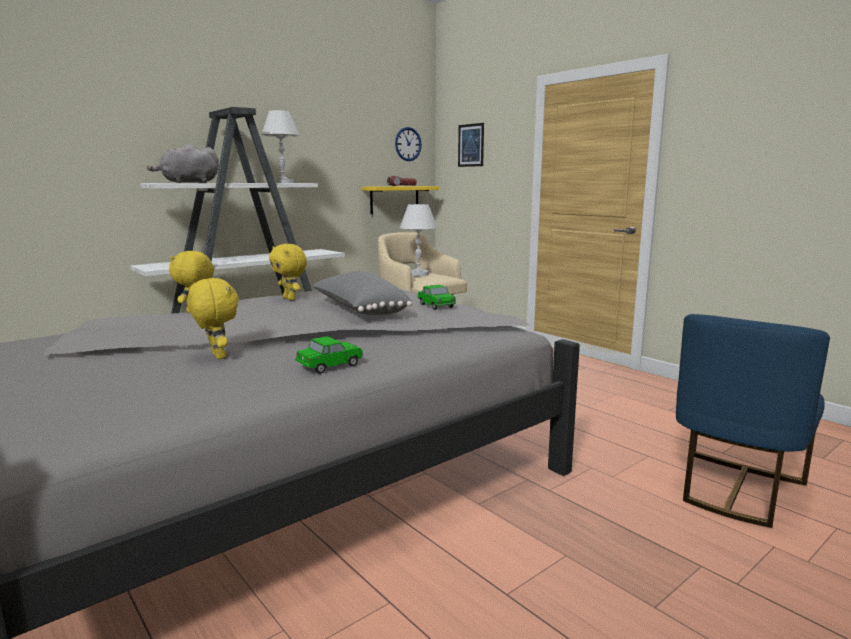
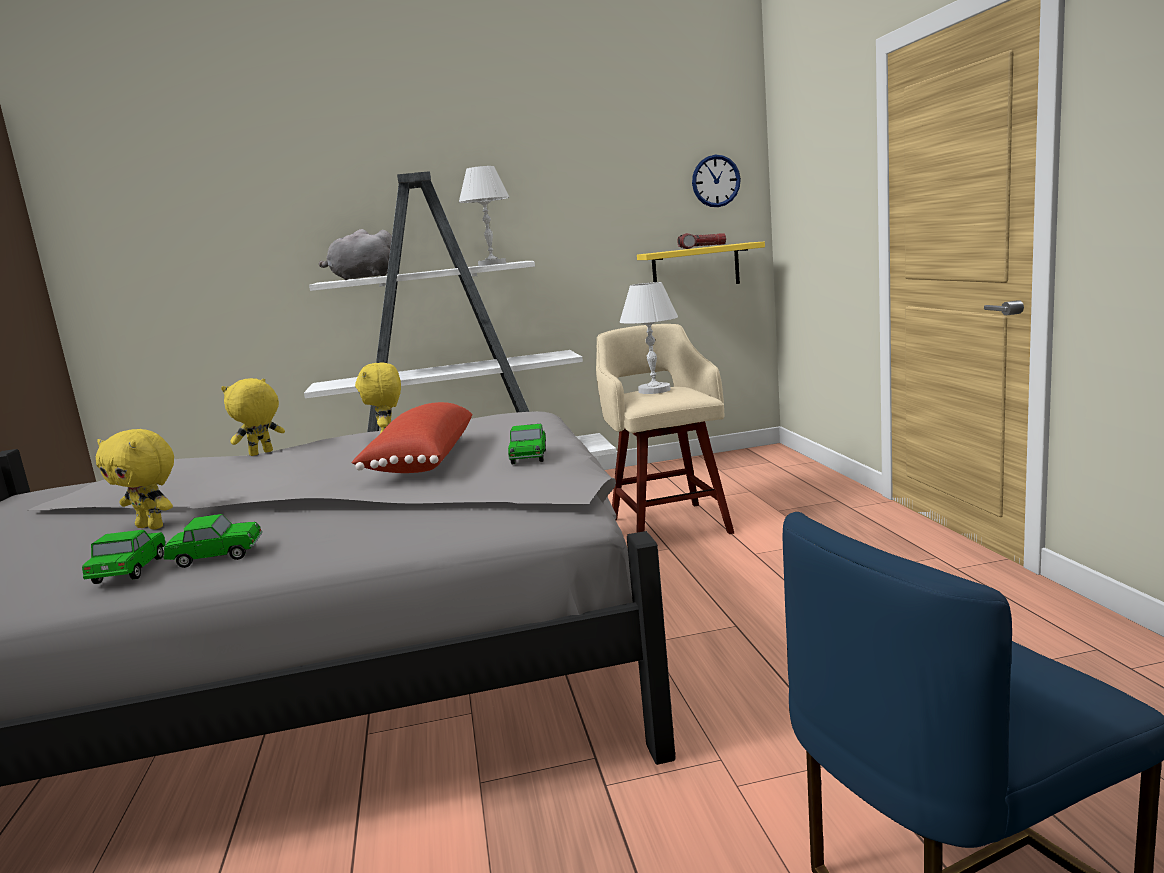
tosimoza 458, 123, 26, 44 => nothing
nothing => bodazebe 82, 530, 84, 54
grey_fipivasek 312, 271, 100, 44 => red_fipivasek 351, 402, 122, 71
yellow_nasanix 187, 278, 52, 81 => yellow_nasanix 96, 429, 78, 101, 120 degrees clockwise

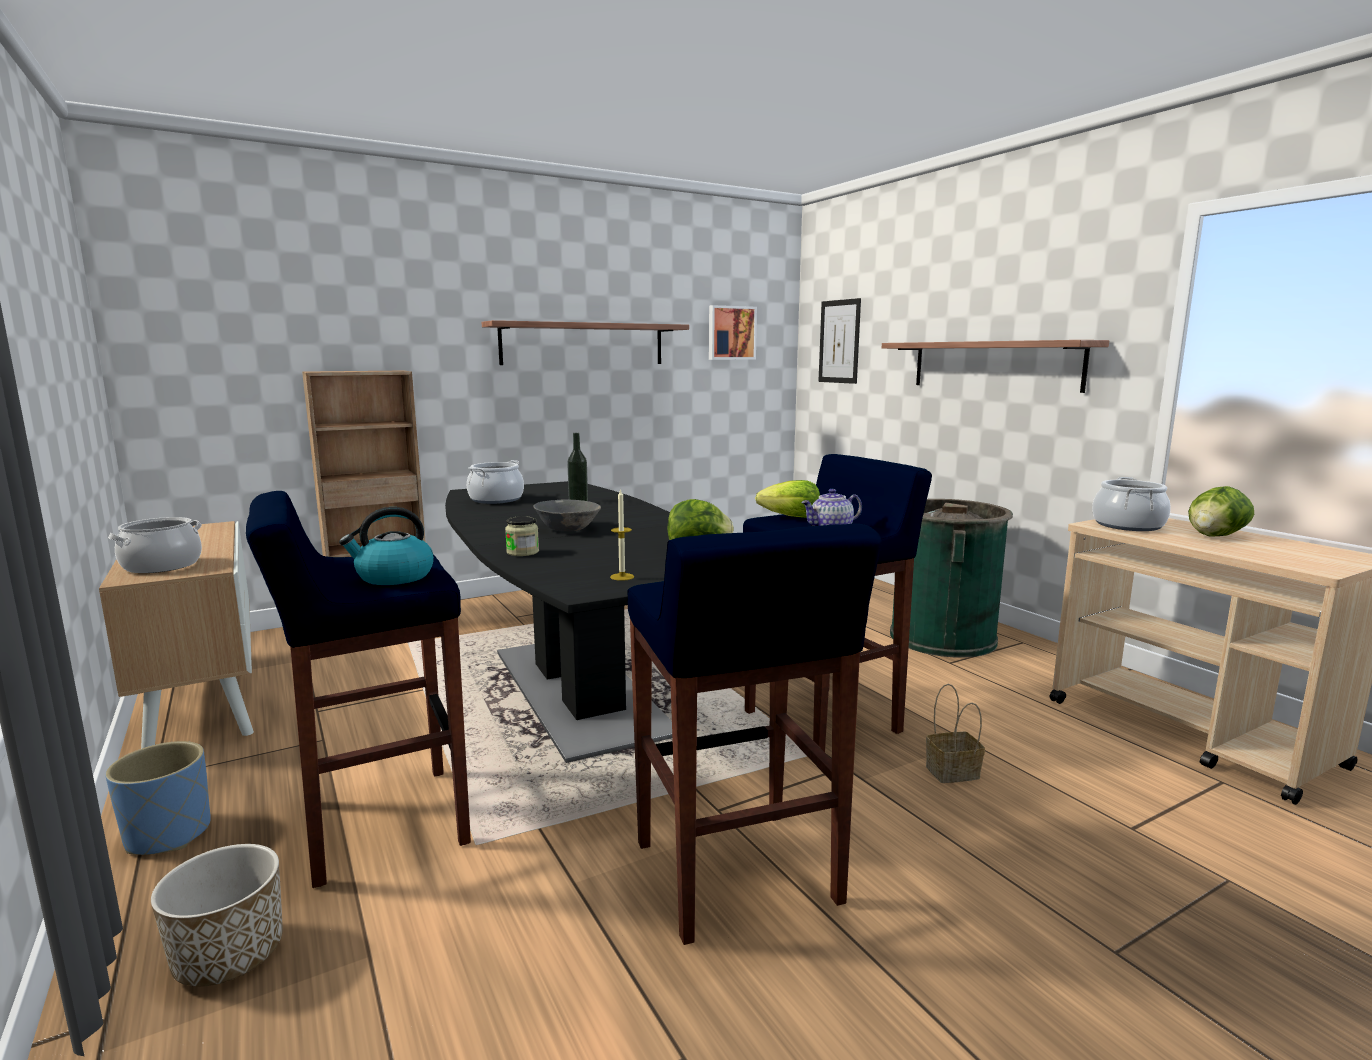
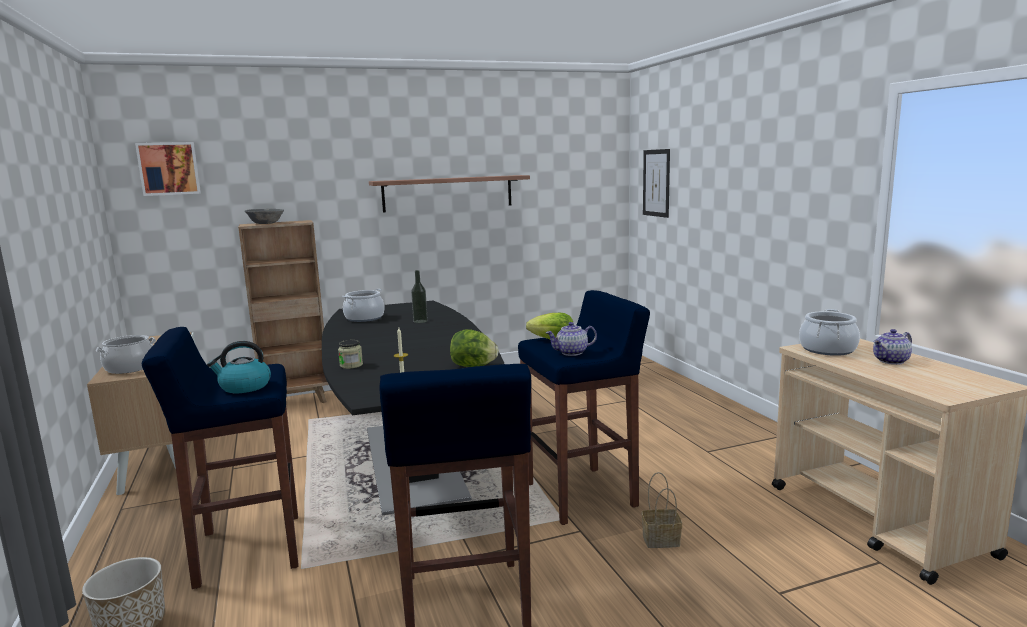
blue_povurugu 105, 741, 106, 114 => nothing
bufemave 882, 340, 227, 53 => nothing
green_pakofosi 890, 499, 123, 159 => nothing
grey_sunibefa 533, 500, 68, 31 => grey_sunibefa 245, 209, 39, 15, move
tosimoza 709, 305, 48, 55 => tosimoza 135, 142, 66, 54, move
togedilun 1188, 486, 66, 51 => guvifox 873, 329, 39, 36

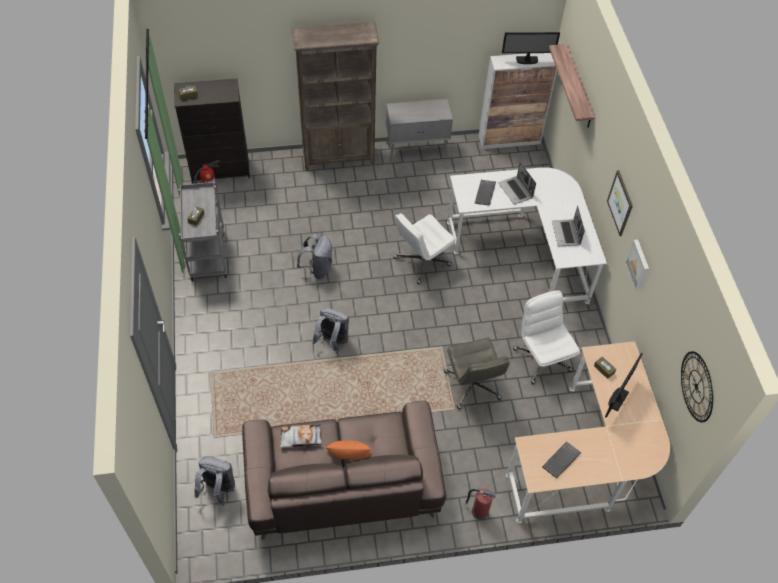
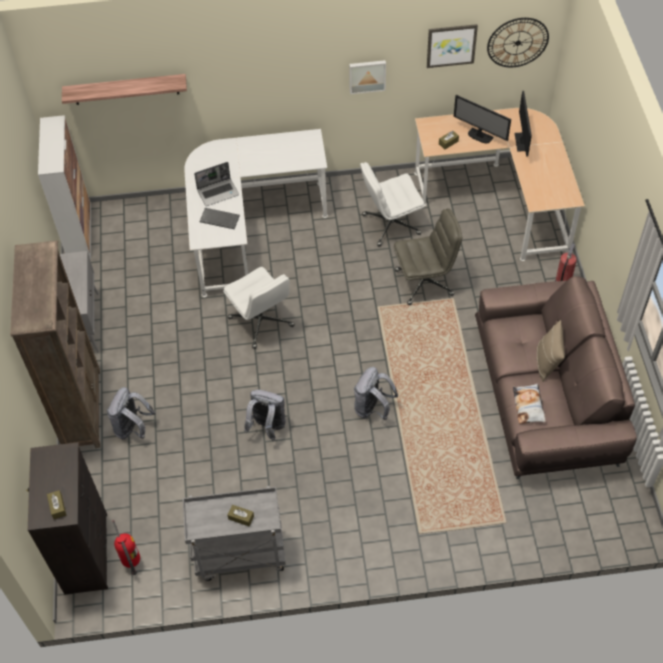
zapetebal 542, 442, 39, 37 => nothing
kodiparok 552, 206, 33, 40 => nothing
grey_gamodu 194, 457, 41, 49 => grey_gamodu 107, 387, 49, 52, move
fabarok 502, 32, 58, 32 => fabarok 515, 91, 17, 66, move
tosimoza 607, 170, 26, 66 => tosimoza 427, 24, 51, 44, move
orange_fipivasek 326, 441, 46, 19 => beige_fipivasek 537, 320, 28, 62

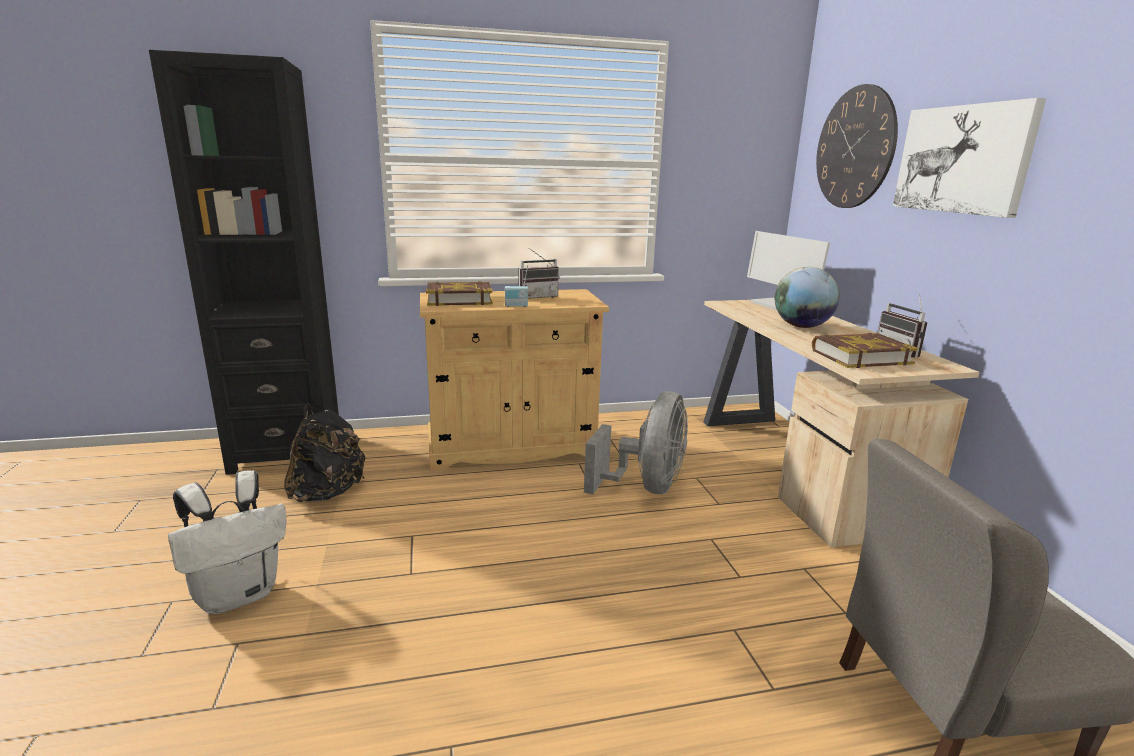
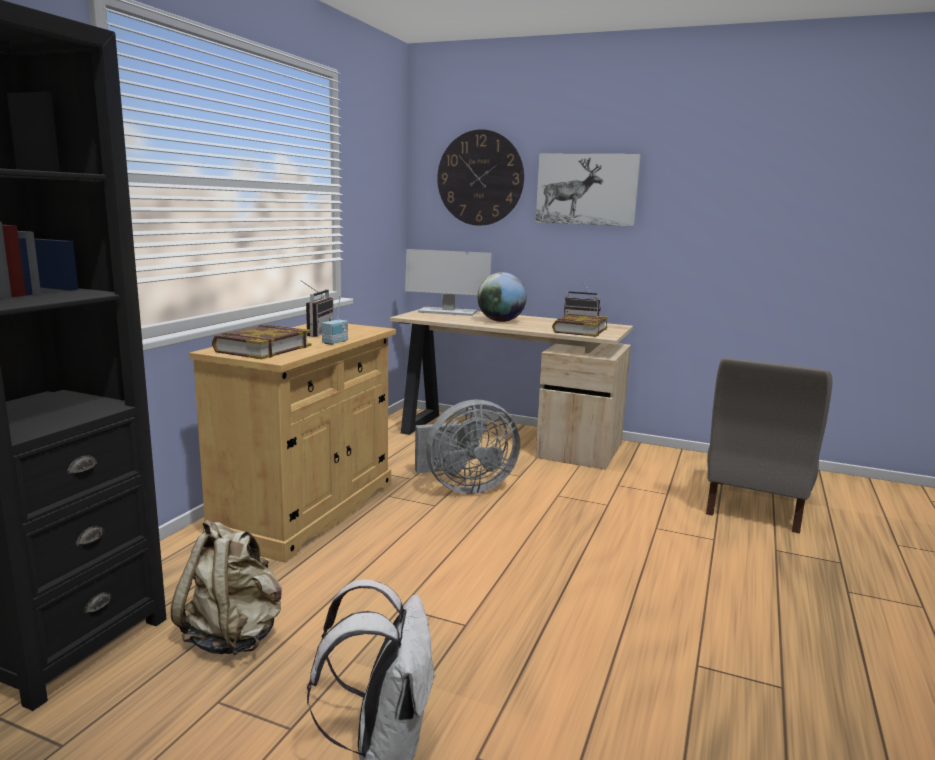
black_gamodu 284, 404, 81, 98 => beige_gamodu 171, 519, 111, 136
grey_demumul 584, 391, 104, 103 => grey_demumul 415, 400, 105, 94, 105 degrees clockwise

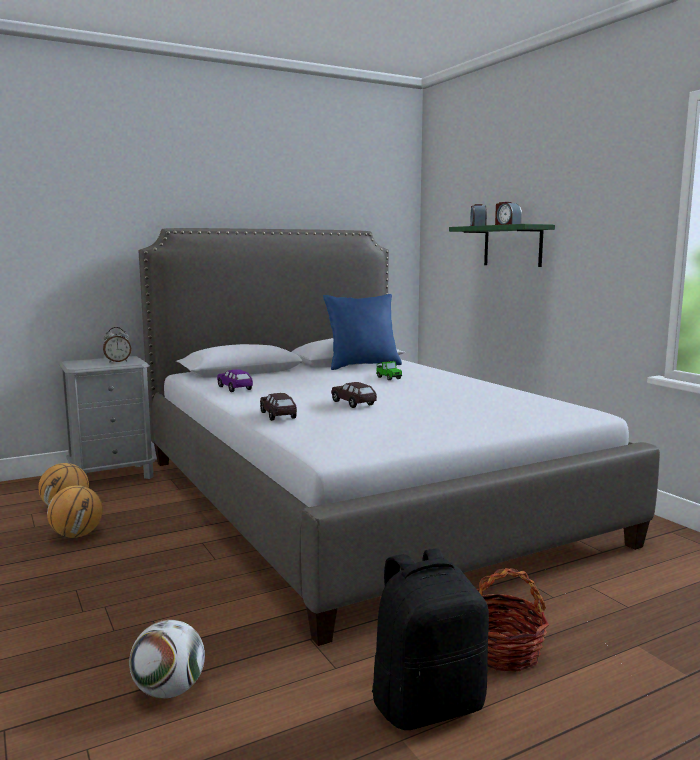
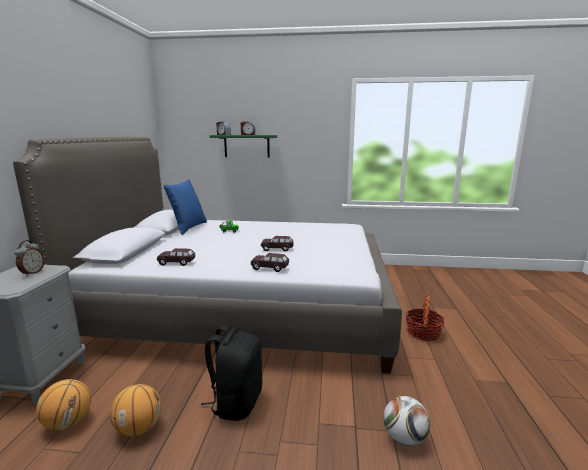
black_gamodu 372, 548, 117, 182 => black_gamodu 201, 325, 61, 96, move
purple_bodazebe 217, 369, 36, 23 => brown_bodazebe 157, 248, 38, 18

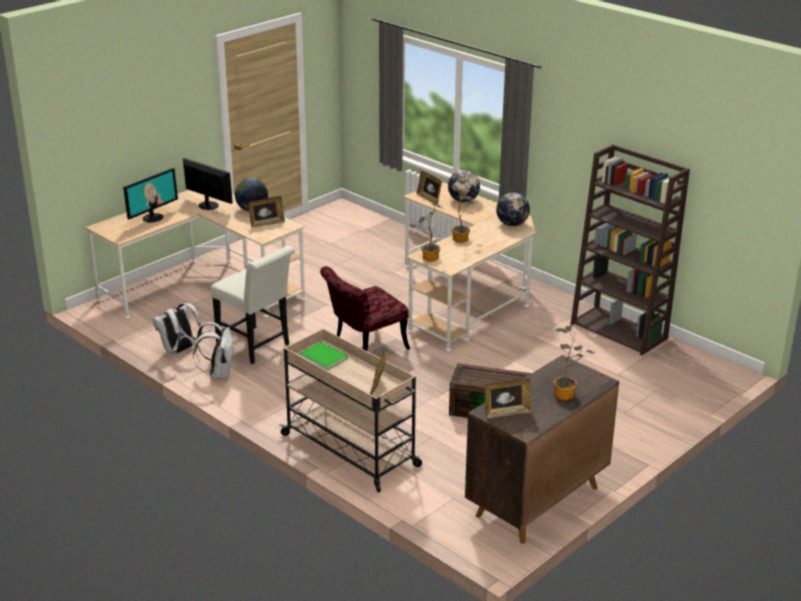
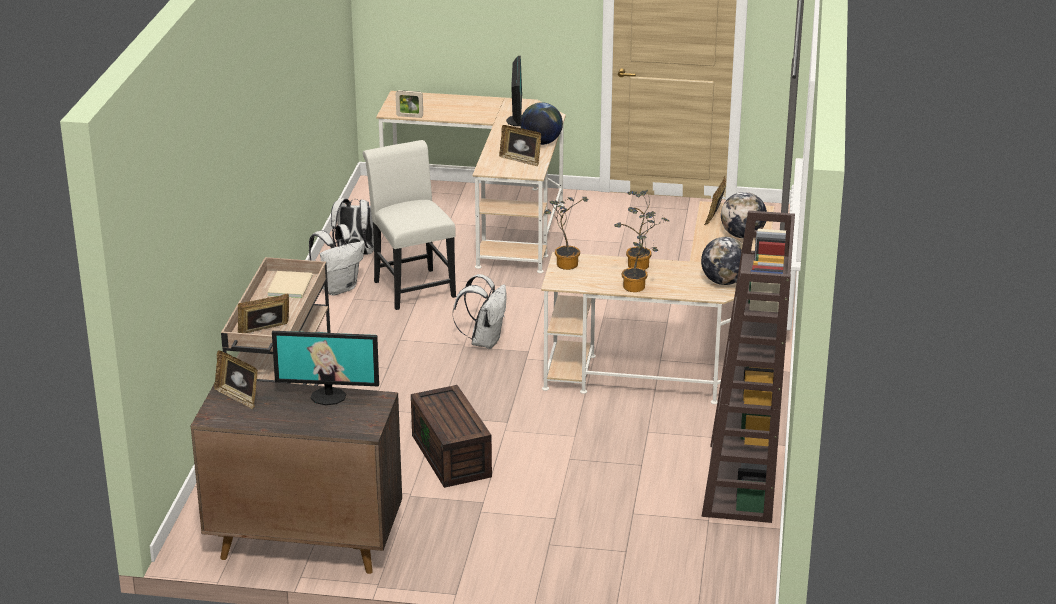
nothing => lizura 396, 90, 27, 28
fabarok 123, 168, 55, 54 => fabarok 272, 331, 107, 74, move
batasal 553, 325, 42, 75 => batasal 614, 209, 45, 83, move
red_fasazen 320, 266, 90, 85 => white_gamodu 453, 274, 53, 75
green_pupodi 300, 342, 48, 28 => beige_pupodi 267, 271, 46, 27
white_fasazen 210, 245, 85, 119 => white_fasazen 363, 140, 93, 170, 150 degrees clockwise

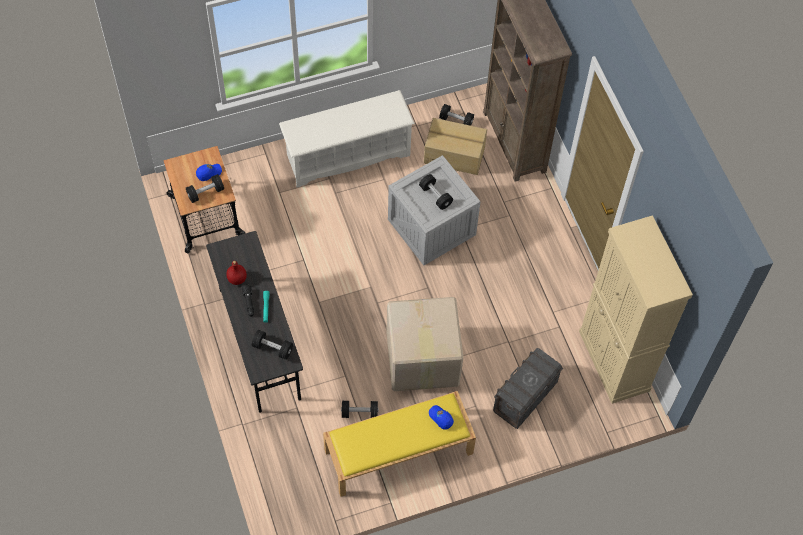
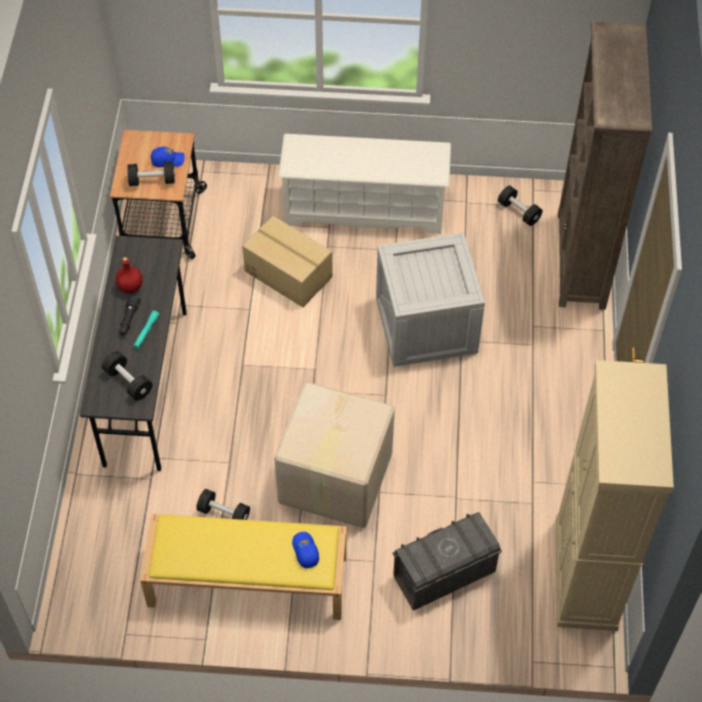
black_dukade 419, 174, 34, 36 => nothing
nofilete 424, 118, 63, 57 => nofilete 242, 216, 91, 91, move

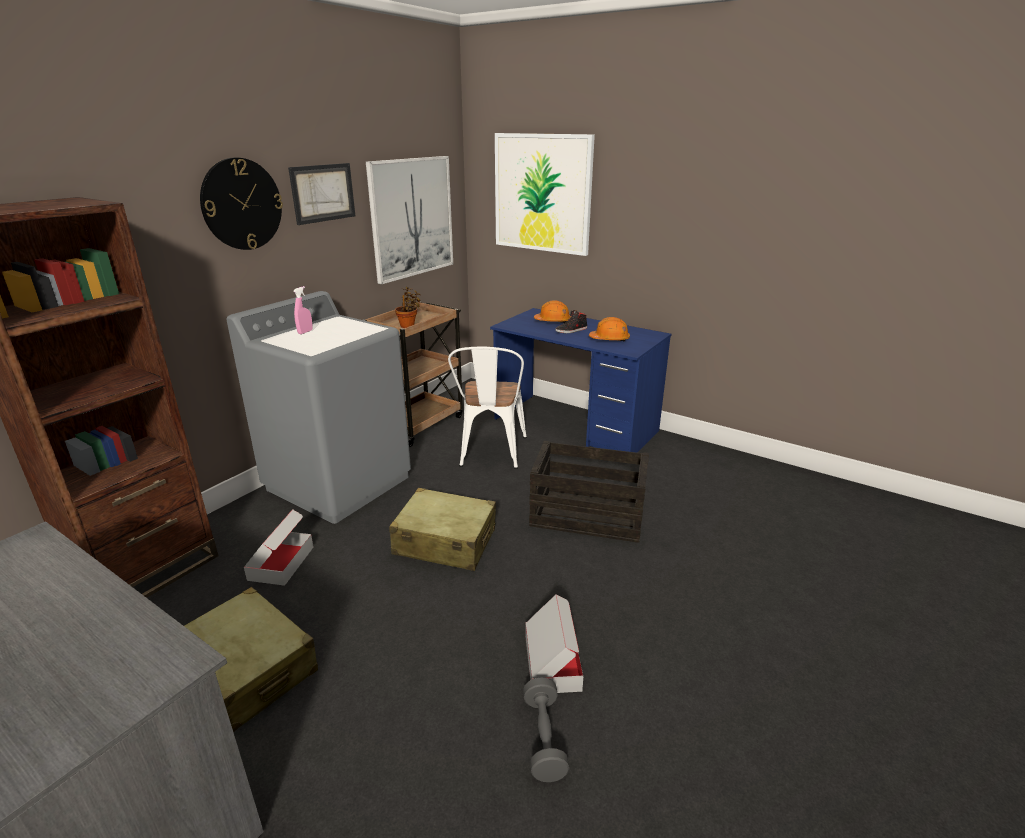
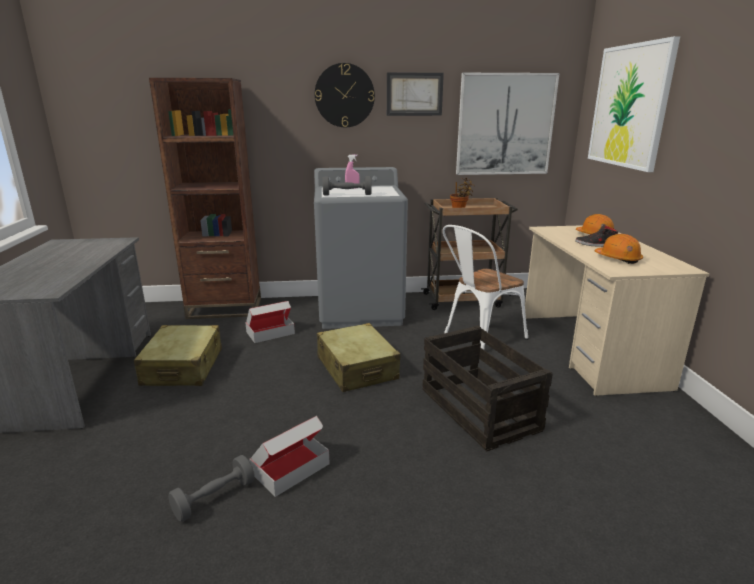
nothing => grey_dukade 323, 176, 49, 20
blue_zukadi 490, 308, 181, 145 => beige_zukadi 525, 225, 185, 171

